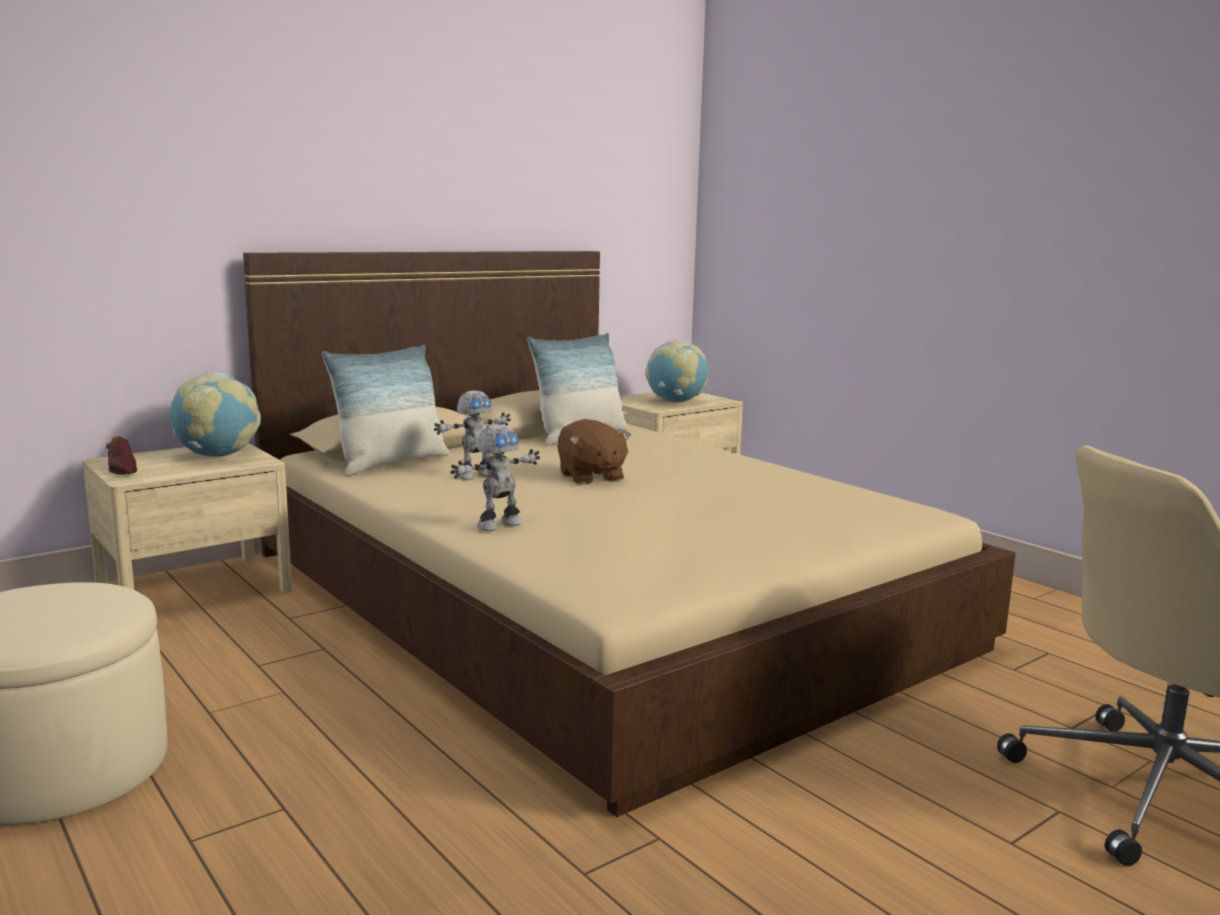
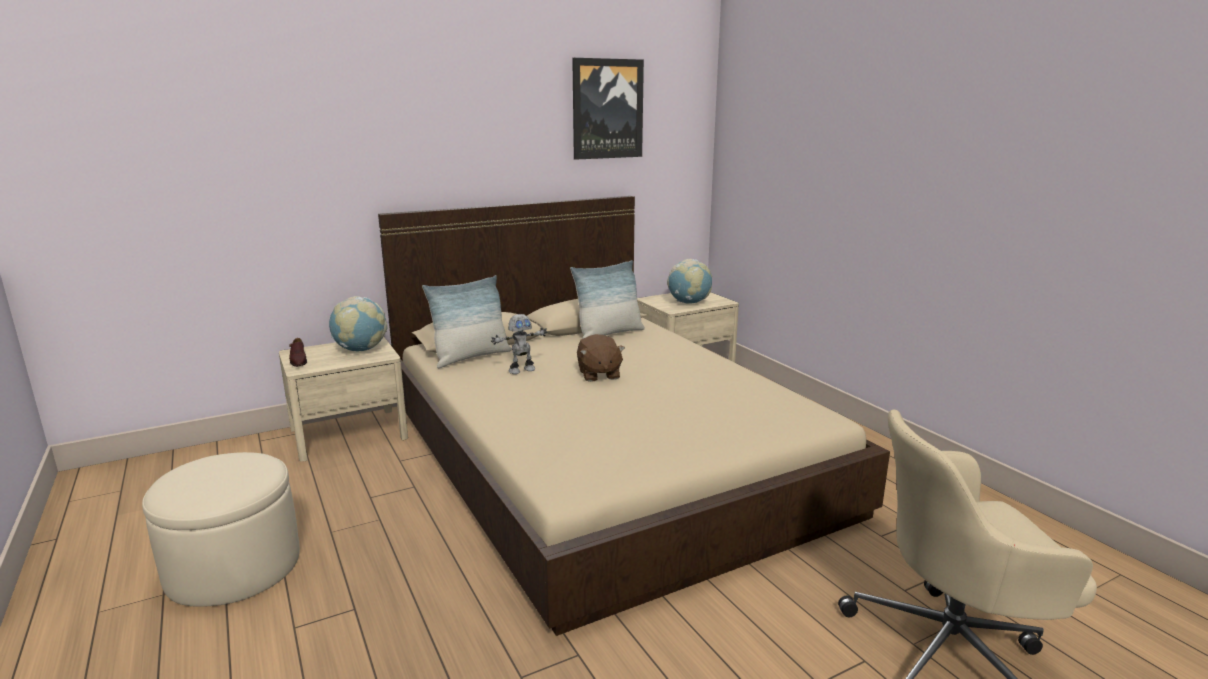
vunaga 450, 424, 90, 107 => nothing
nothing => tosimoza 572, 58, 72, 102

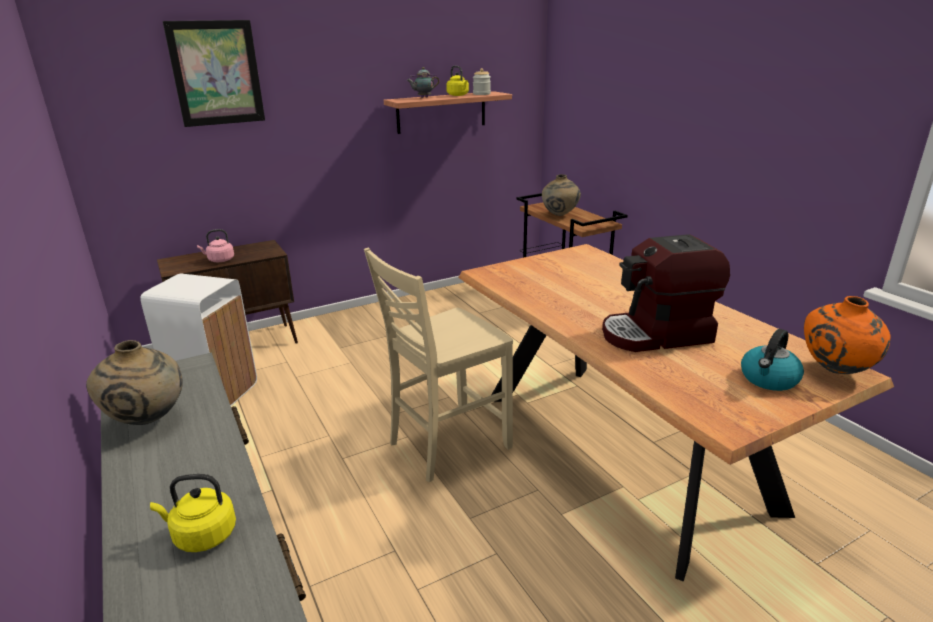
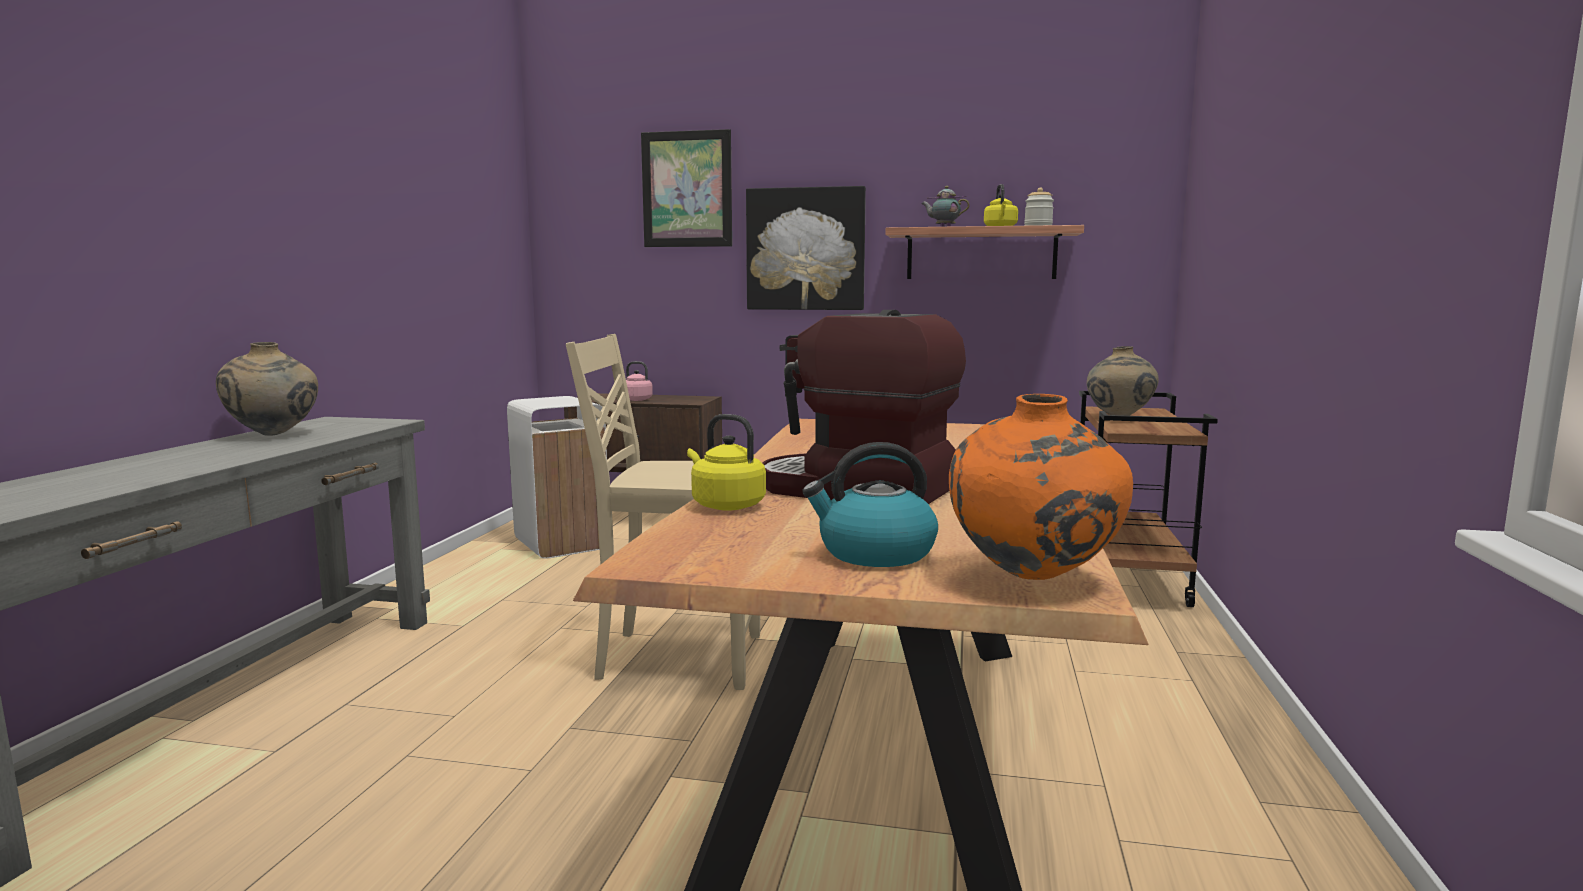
nothing => tosimoza 746, 186, 120, 124
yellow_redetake 150, 474, 86, 78 => yellow_redetake 687, 414, 79, 97, move

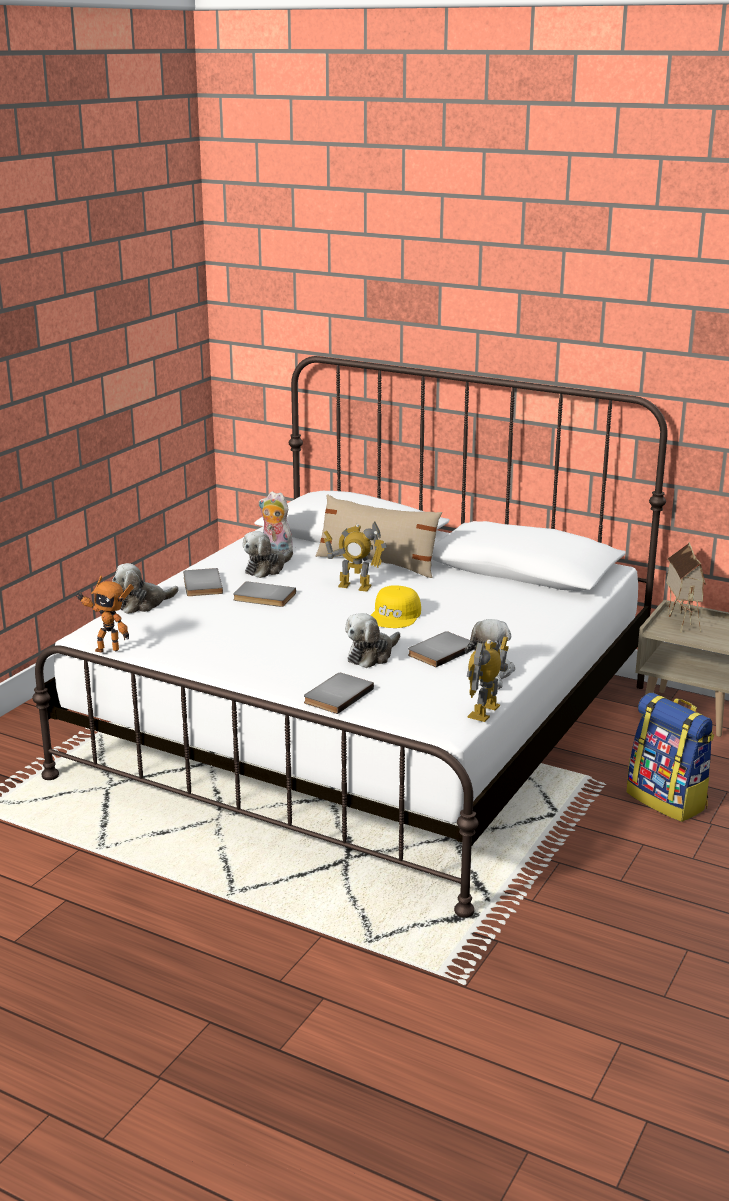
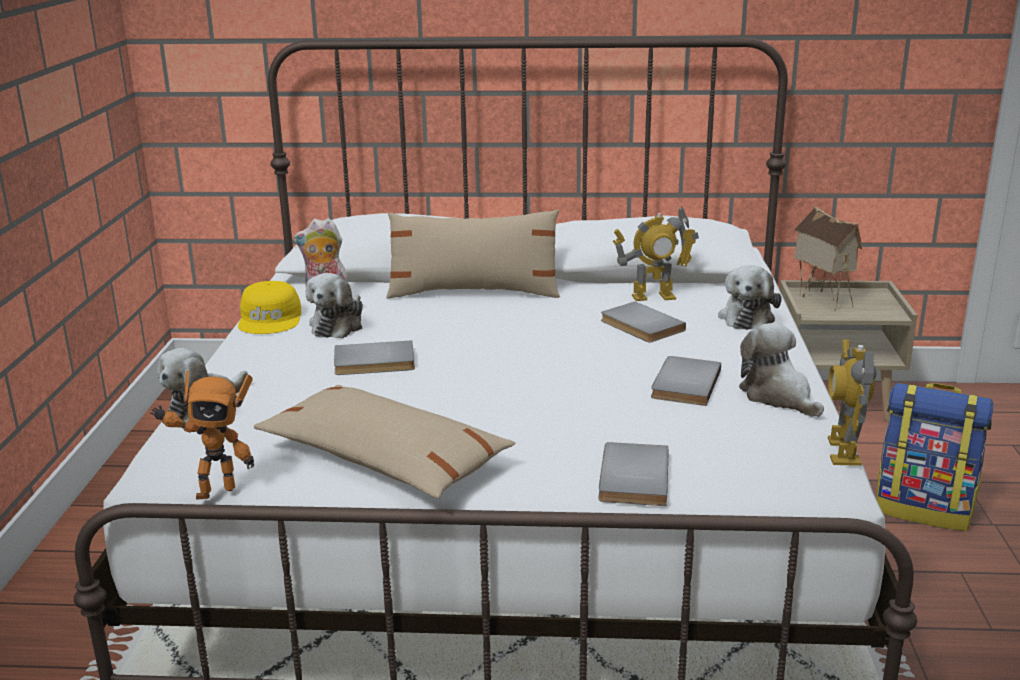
nothing => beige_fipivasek 254, 385, 261, 114
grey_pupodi 183, 568, 40, 28 => grey_pupodi 601, 302, 85, 40, move
vunaga 324, 521, 63, 71 => vunaga 613, 206, 86, 95, move
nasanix 345, 613, 55, 55 => nasanix 718, 265, 63, 65, move
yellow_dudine 371, 585, 50, 43 => yellow_dudine 238, 281, 63, 53, move

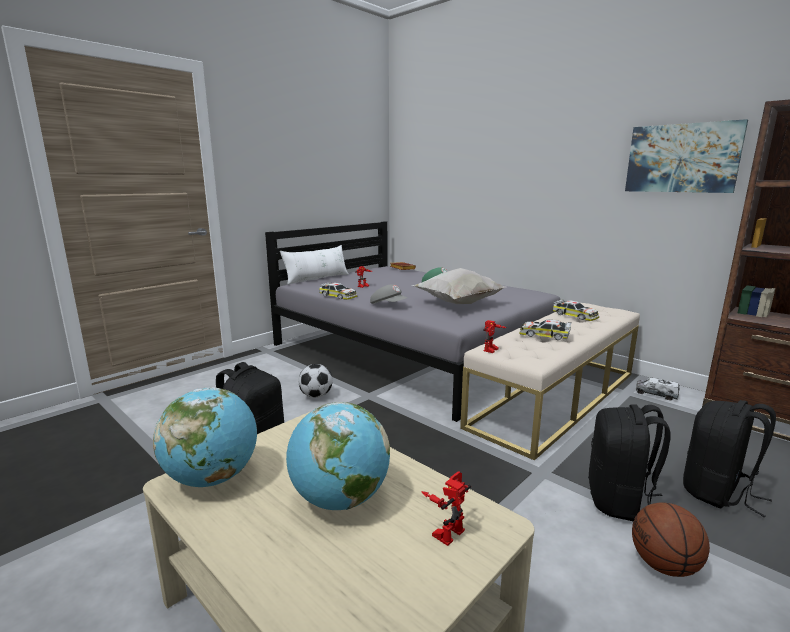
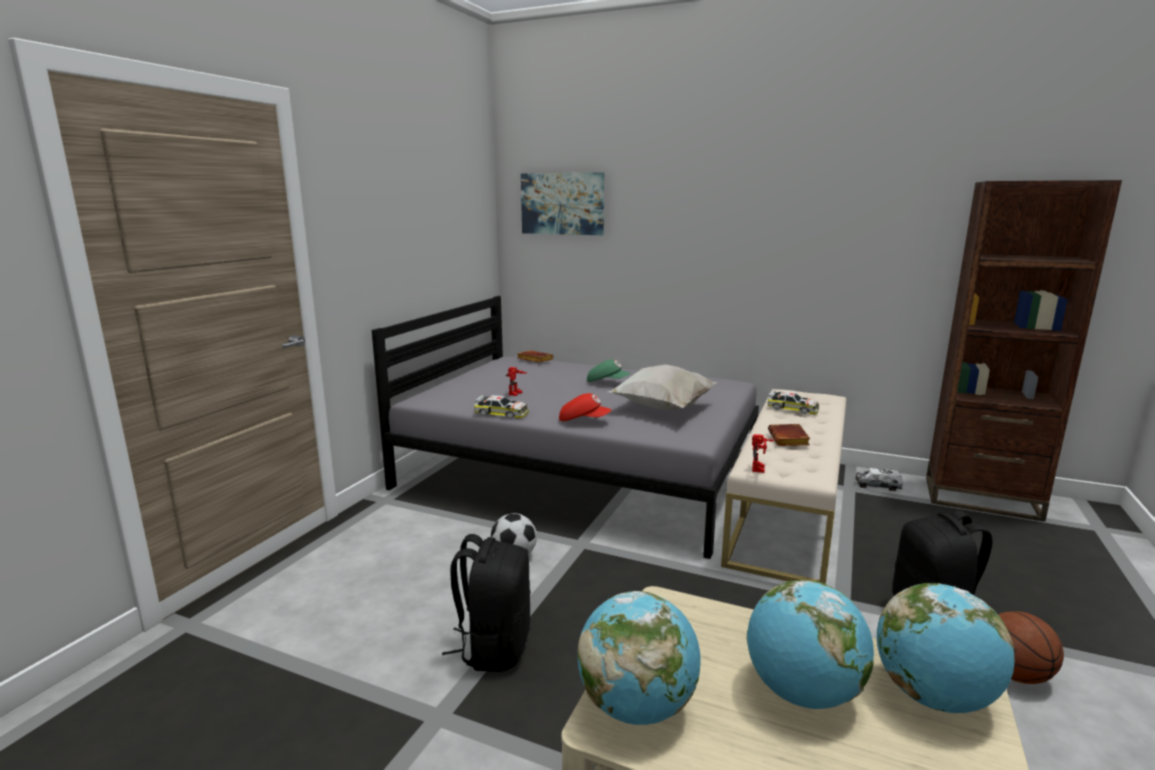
white_fipivasek 280, 245, 69, 40 => nothing
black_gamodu 683, 400, 93, 117 => nothing
tosimoza 625, 119, 123, 74 => tosimoza 521, 172, 83, 63, move
vunaga 421, 471, 50, 75 => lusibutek 877, 583, 137, 130
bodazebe 519, 319, 52, 21 => brown_pupodi 768, 424, 42, 22
grey_dudine 370, 284, 38, 20 => red_dudine 559, 393, 53, 28

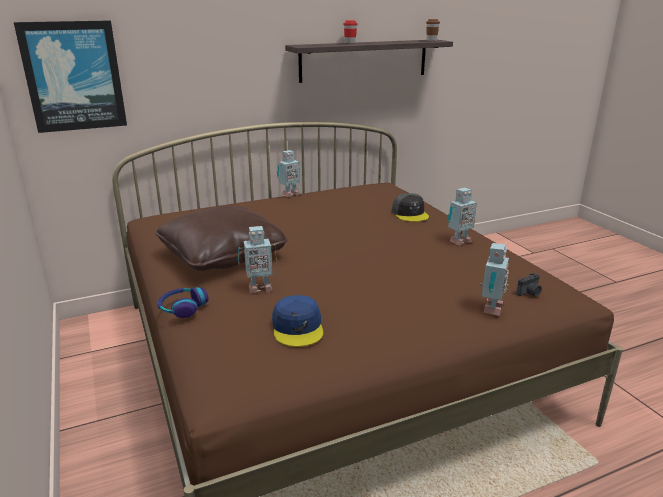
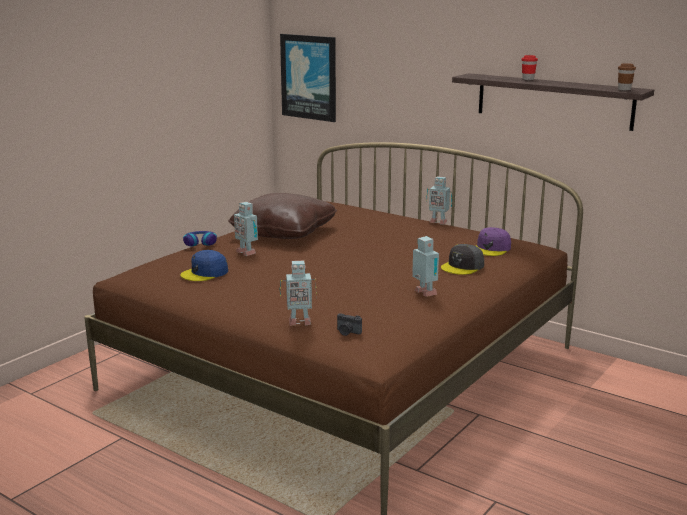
nothing => purple_dudine 476, 227, 35, 29
vunaga 448, 188, 29, 58 => vunaga 412, 236, 27, 61, 150 degrees counterclockwise

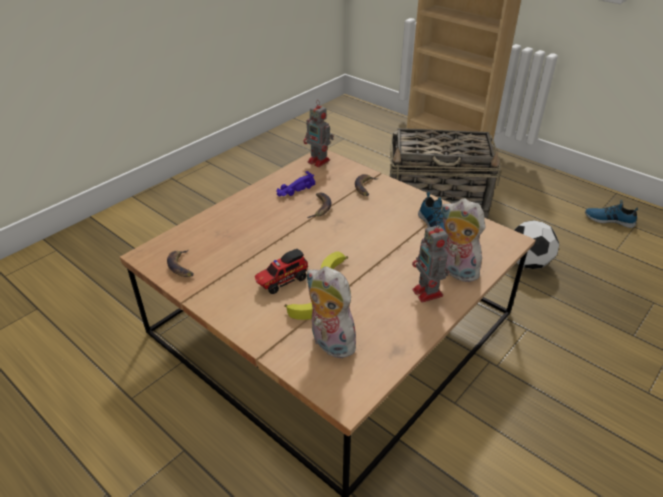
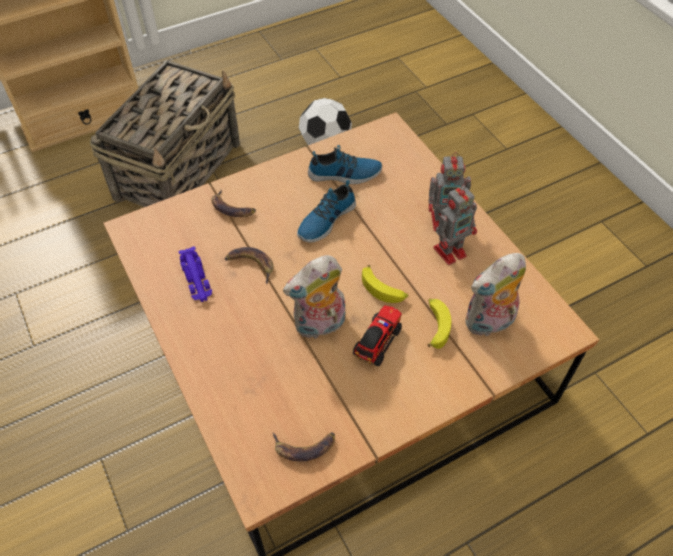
vunaga 303, 100, 30, 67 => vunaga 433, 184, 44, 81, move
nasanix 441, 198, 44, 84 => nasanix 283, 255, 62, 84, move
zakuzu 585, 200, 53, 28 => zakuzu 297, 180, 59, 62, move
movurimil 255, 249, 53, 45 => movurimil 353, 305, 49, 61, 135 degrees counterclockwise

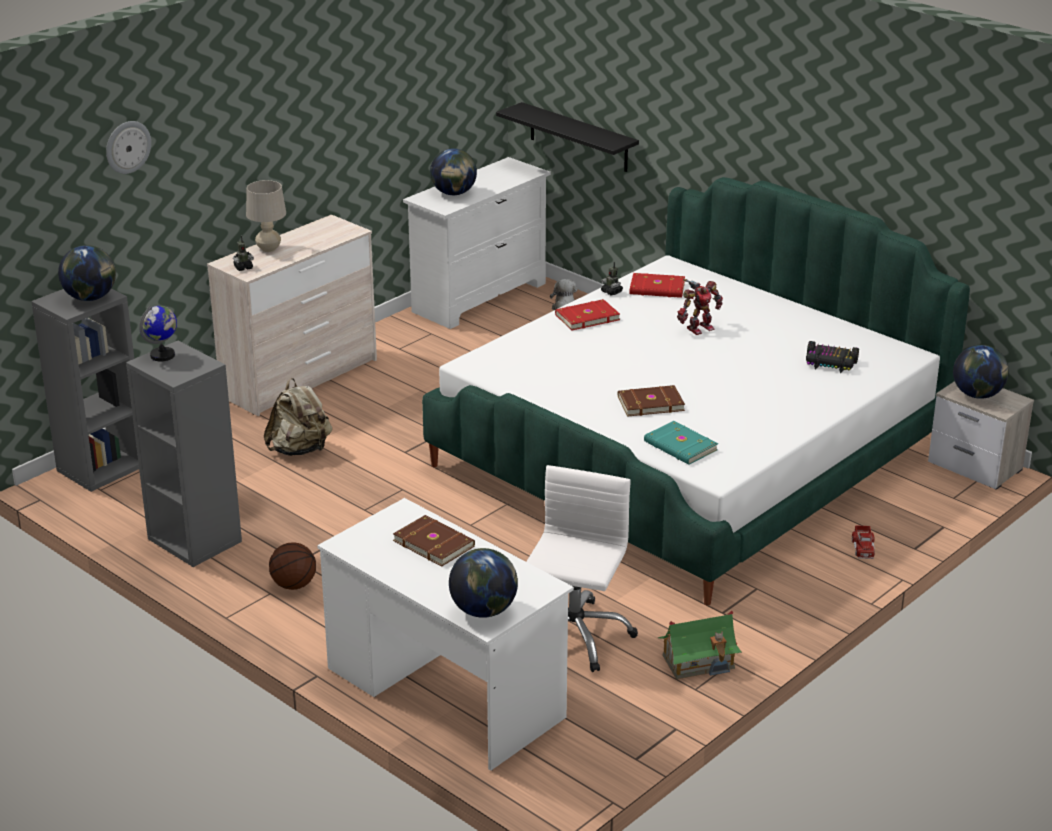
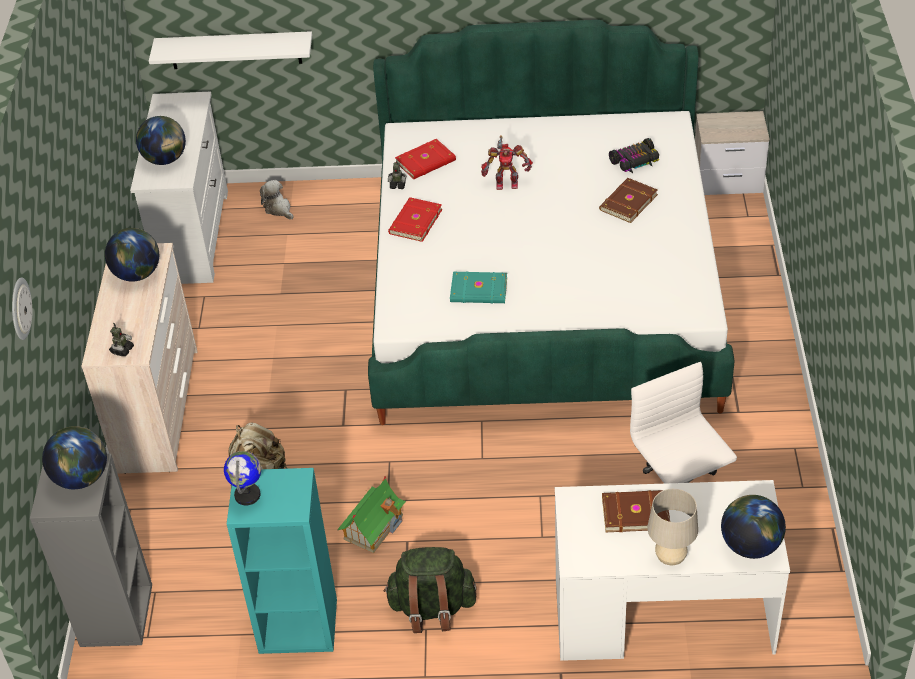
movurimil 852, 525, 23, 34 => nothing
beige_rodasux 246, 180, 40, 72 => beige_rodasux 647, 489, 51, 76, move
brown_pupodi 618, 385, 67, 32 => brown_pupodi 599, 178, 59, 45, move
turquoise_pupodi 644, 421, 74, 44 => turquoise_pupodi 450, 272, 57, 32, move
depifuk 658, 610, 84, 69 => depifuk 337, 476, 69, 77, move
lusibutek 953, 345, 56, 54 => lusibutek 105, 228, 54, 54, move
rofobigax 269, 542, 47, 48 => green_gamodu 384, 547, 93, 86
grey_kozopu 126, 341, 116, 226 => turquoise_kozopu 227, 468, 110, 186
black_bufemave 496, 102, 143, 70 => white_bufemave 149, 31, 163, 38
vunaga 677, 279, 46, 56 => vunaga 481, 135, 52, 55, 75 degrees clockwise

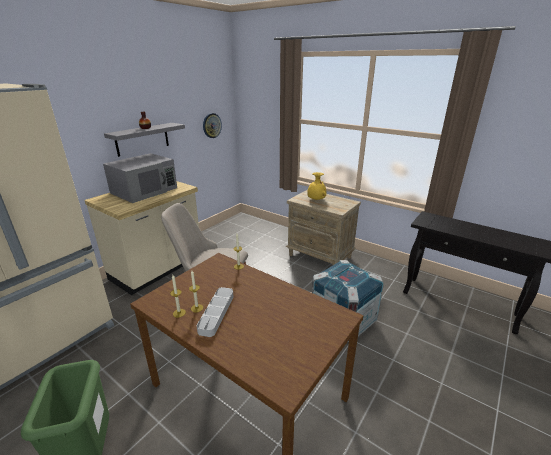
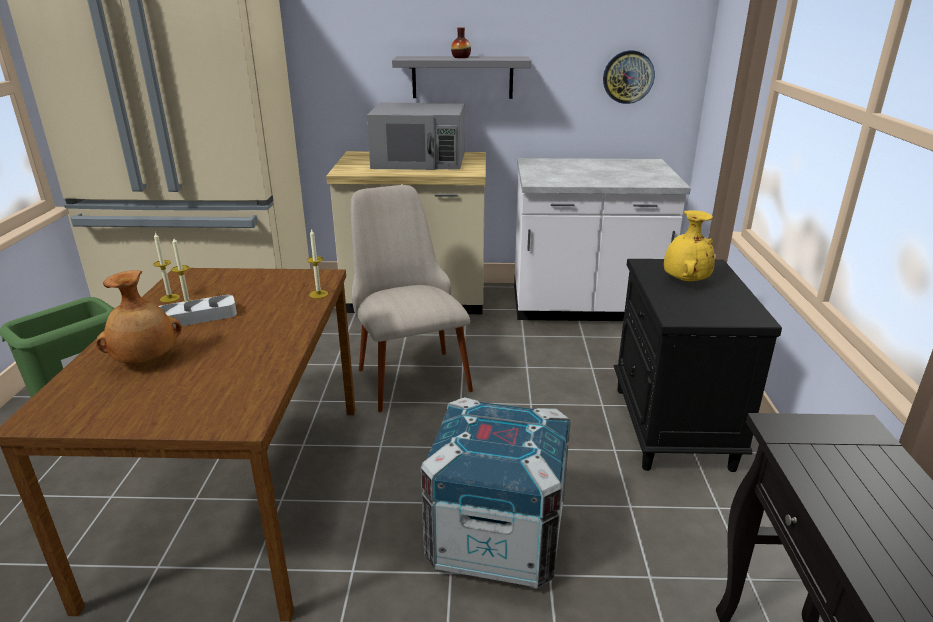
nothing => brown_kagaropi 96, 270, 86, 94
nothing => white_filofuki 514, 158, 177, 163
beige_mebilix 286, 190, 75, 75 => black_mebilix 614, 259, 168, 213

